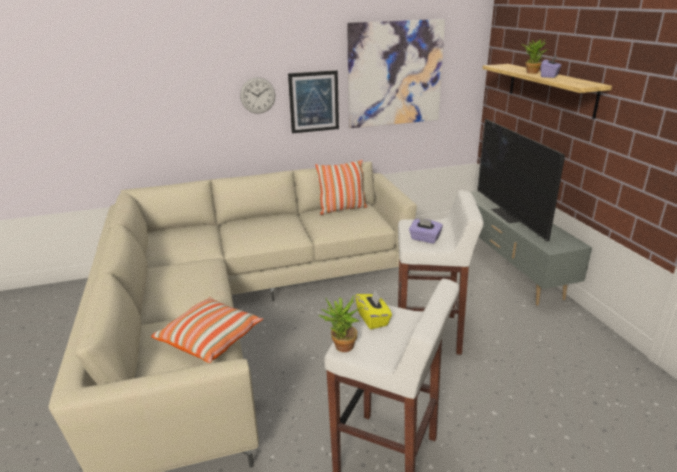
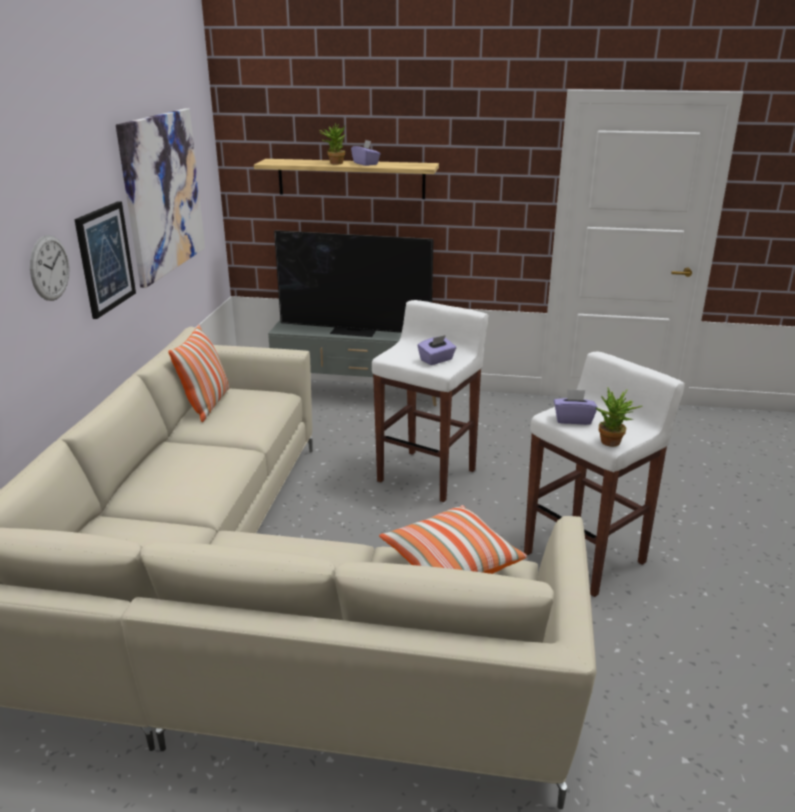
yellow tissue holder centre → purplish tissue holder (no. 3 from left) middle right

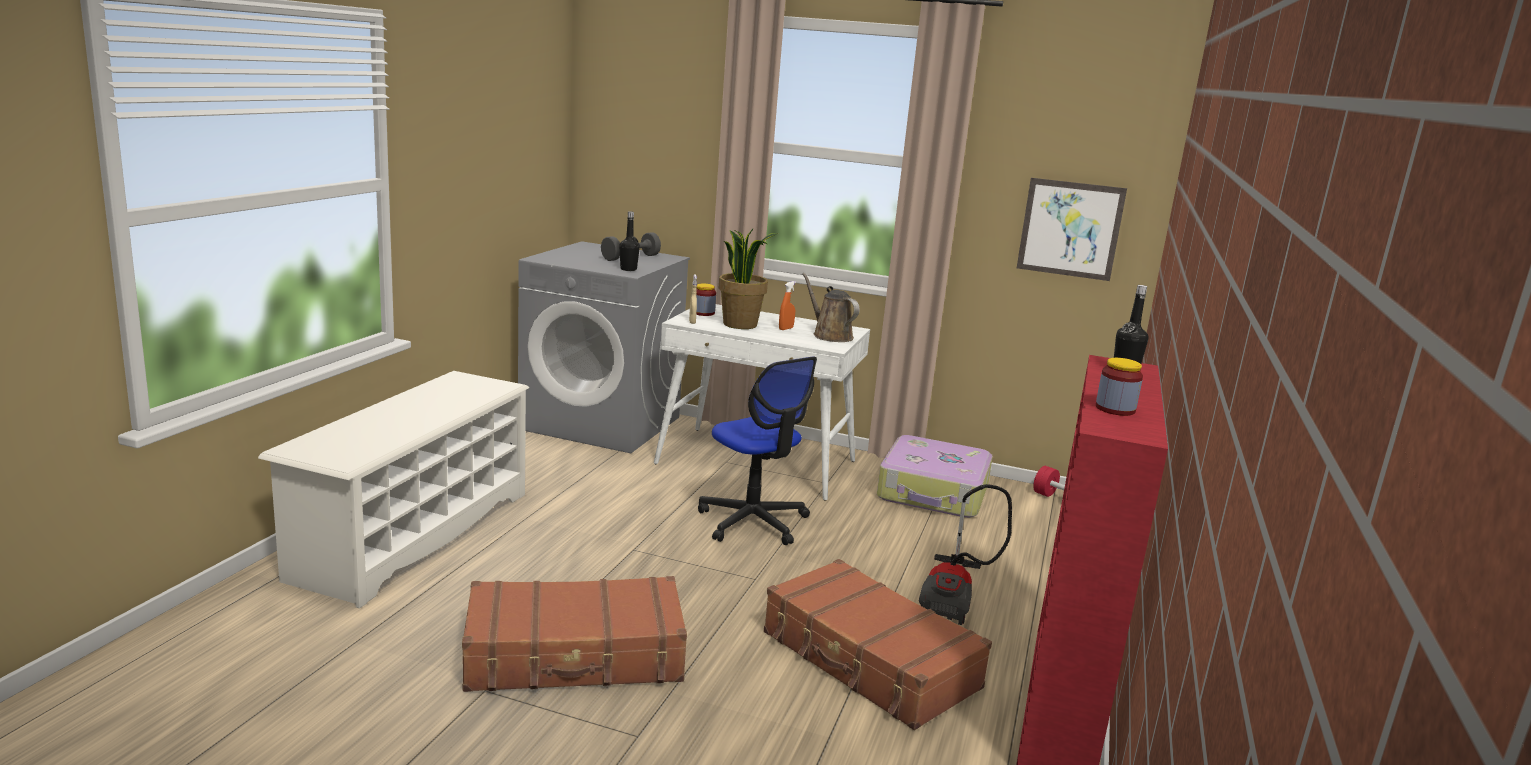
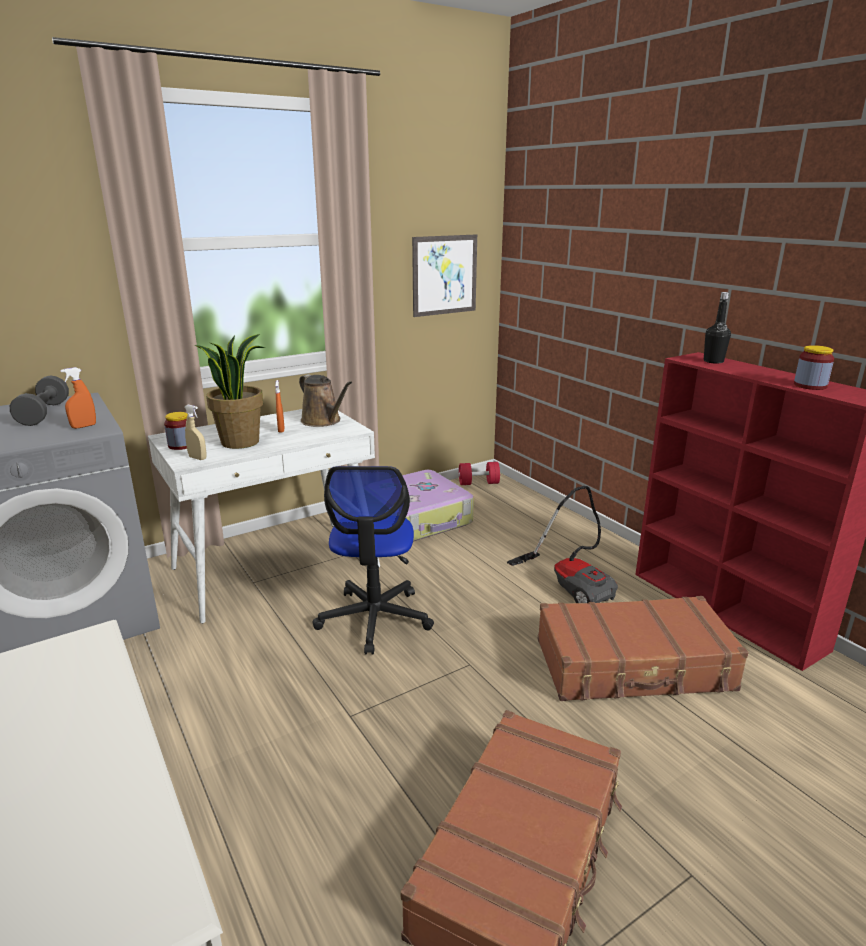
black-coloured bottle (no. 1 from left) top centre → orange sprayer (no. 1 from left) middle left
computer chair centre, 90 degrees clockwise
brown sprinkling can centre, 135 degrees counterclockwise

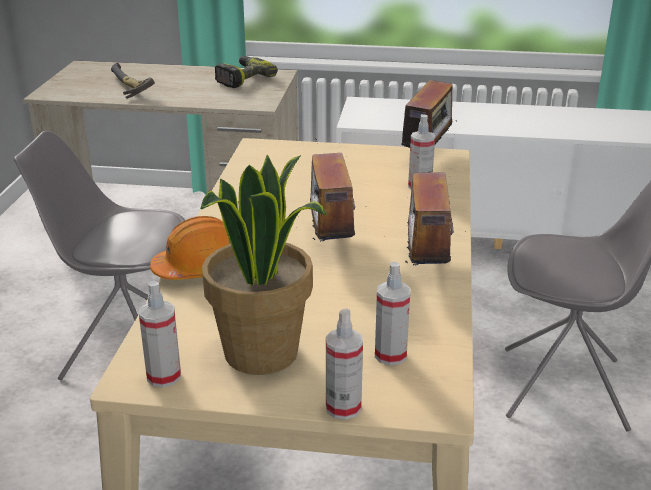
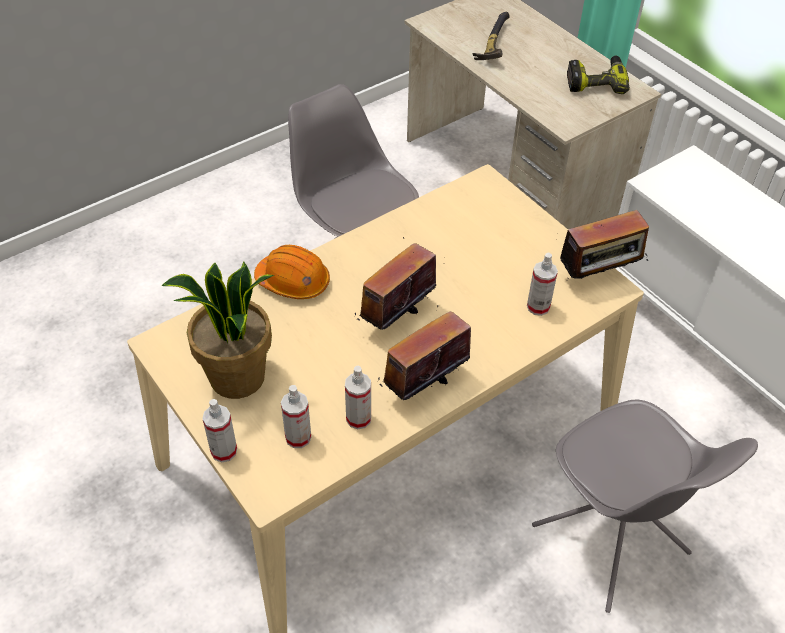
sprayer (no. 1 from left in the first image) bottom left → sprayer (no. 3 from left) centre, shifted

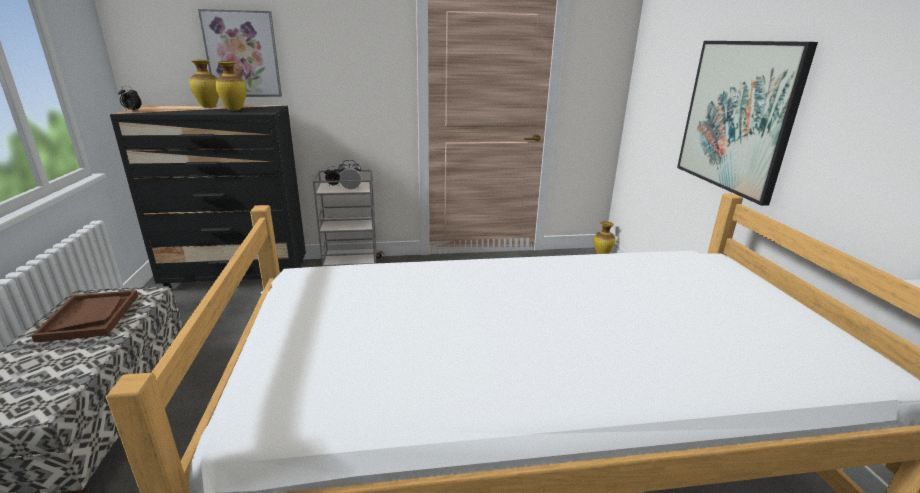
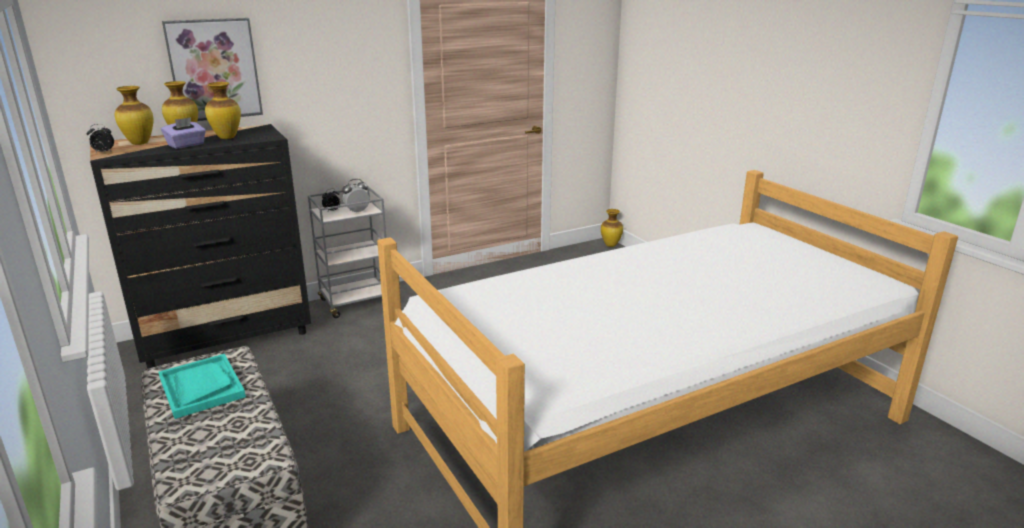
brown tray middle left → blue-green tray bottom left
picture (no. 2 from left) top right → -
- → flower vase (no. 1 from left) top left
- → purplish tissue holder top left

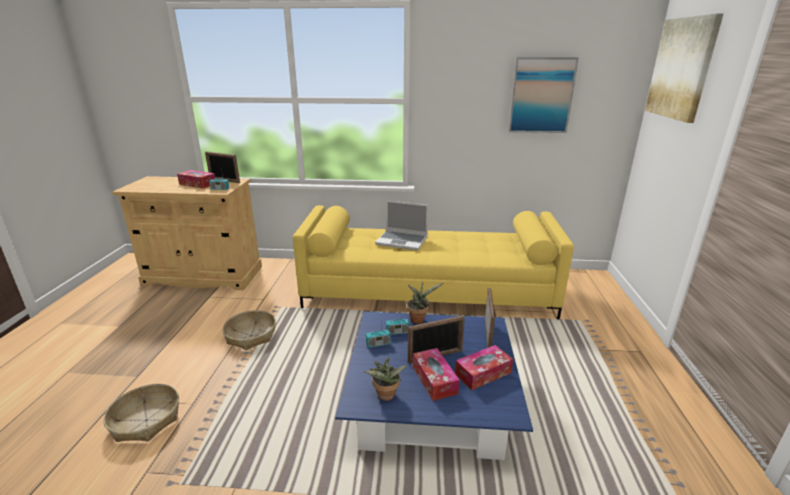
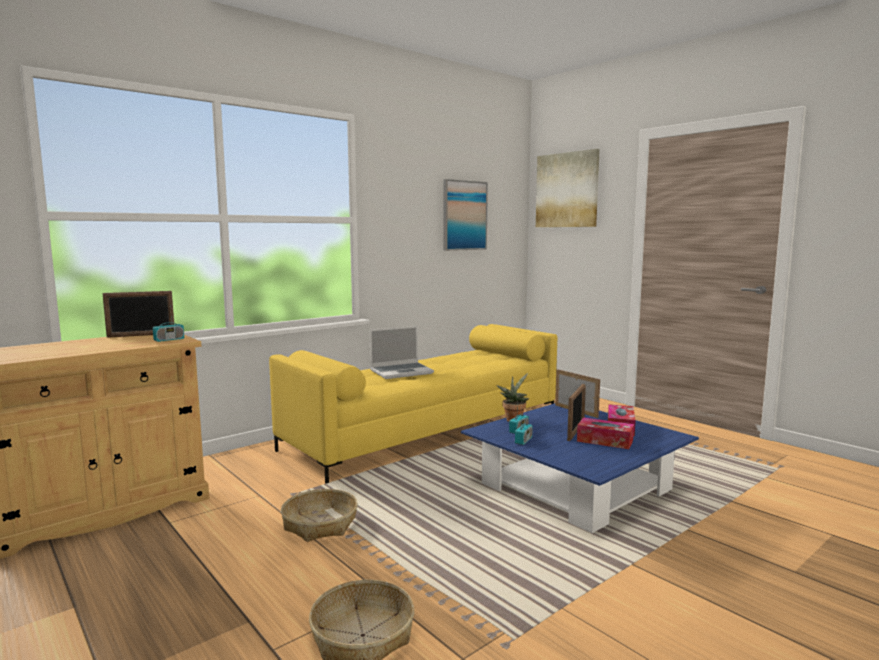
tissue holder (no. 1 from left) middle left → -
potted plant (no. 1 from left) bottom centre → -

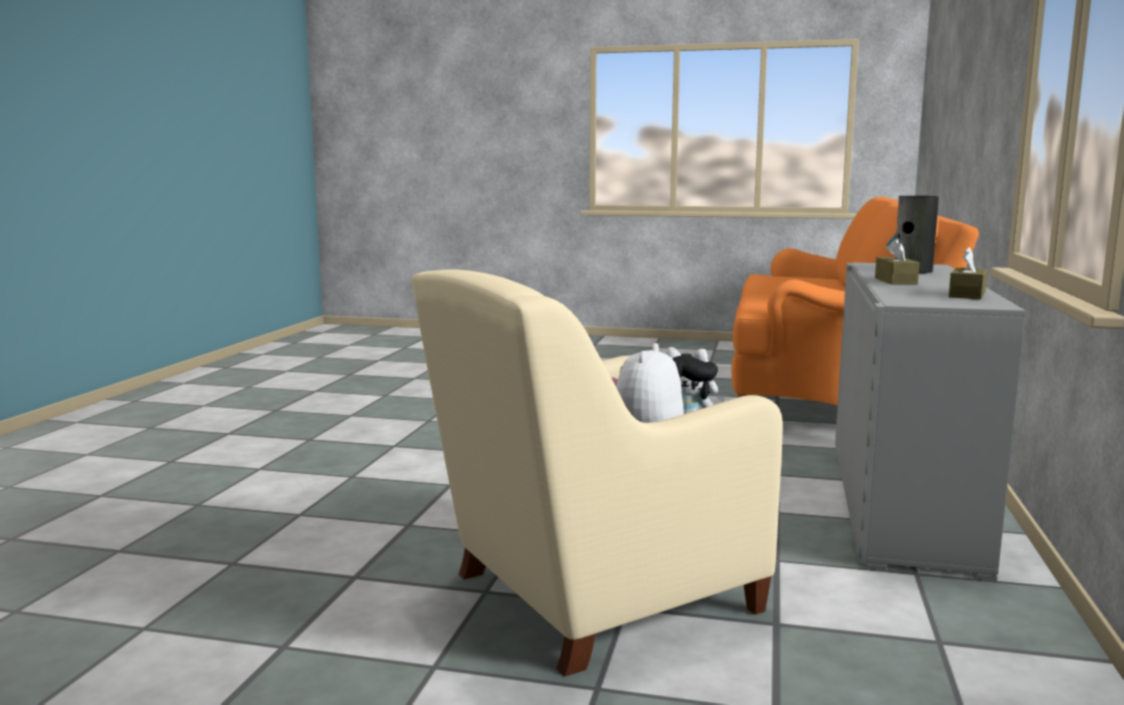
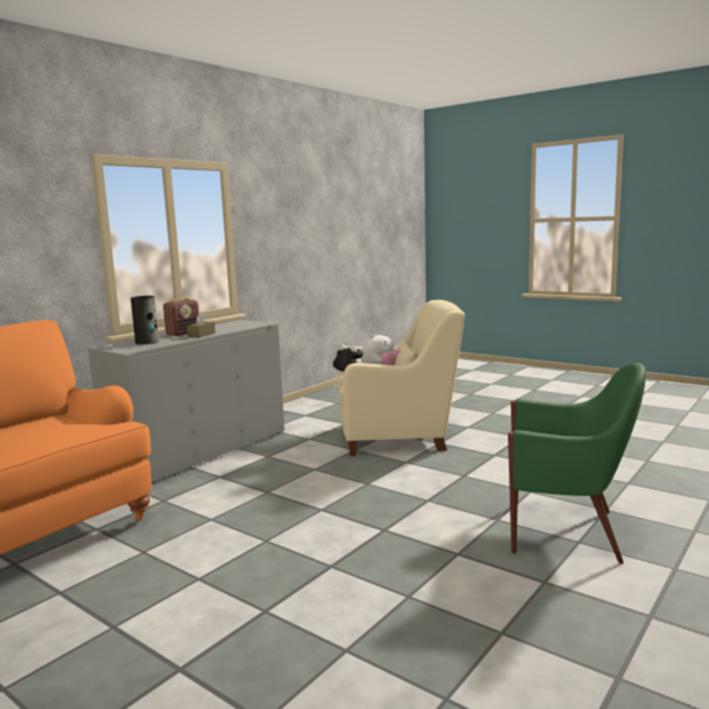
brown tissue holder (no. 2 from left) middle right → -
- → radio receiver middle left
- → greenish easy chair middle right

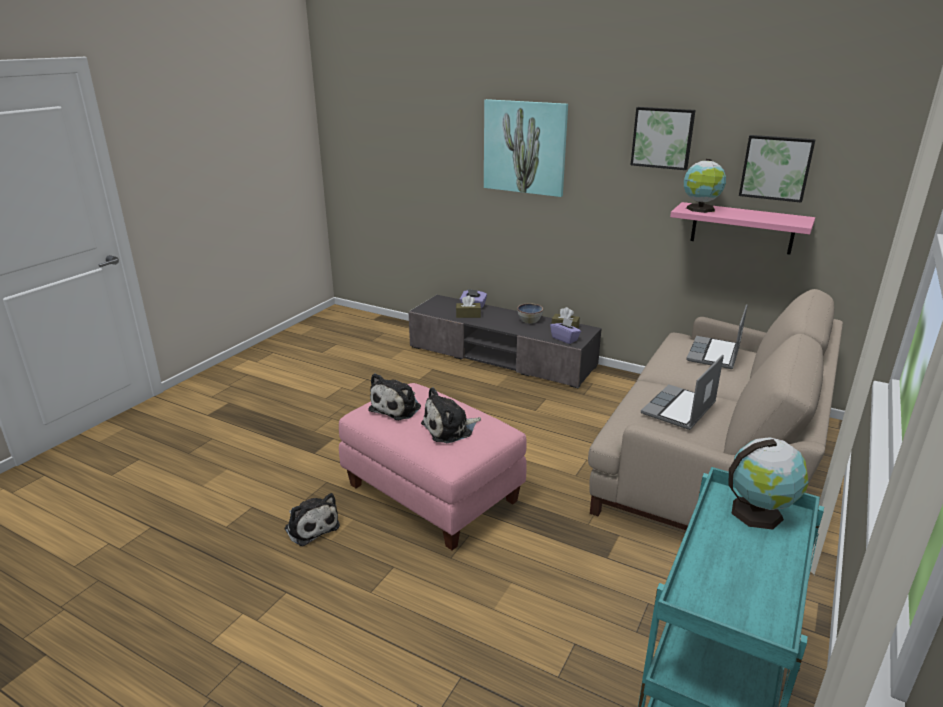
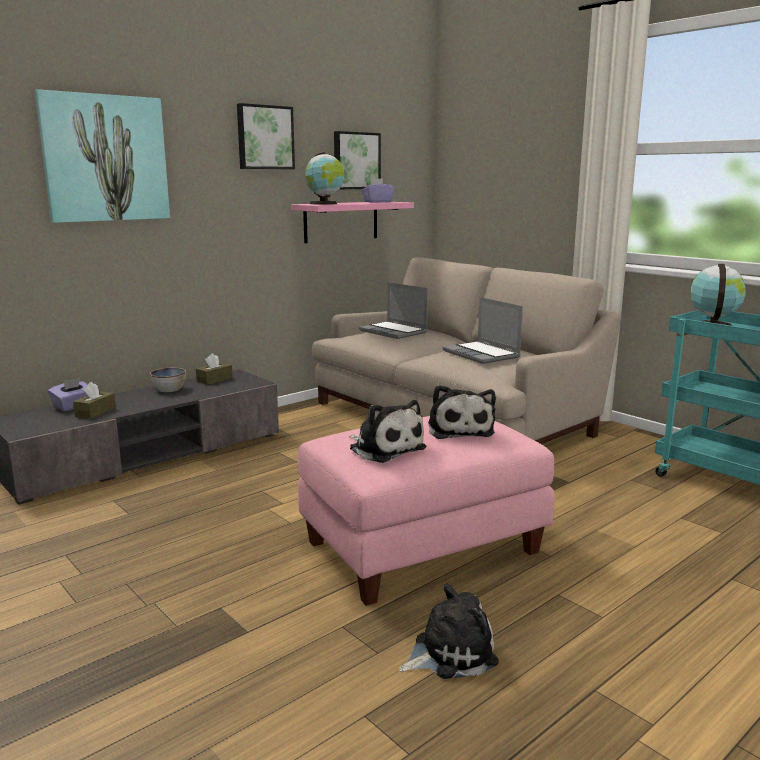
purplish tissue holder (no. 2 from left) centre → purplish tissue holder (no. 2 from left) top centre, shifted

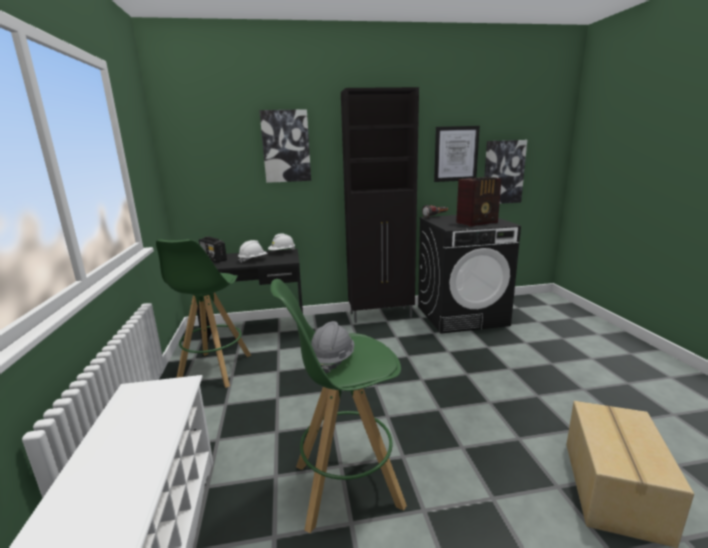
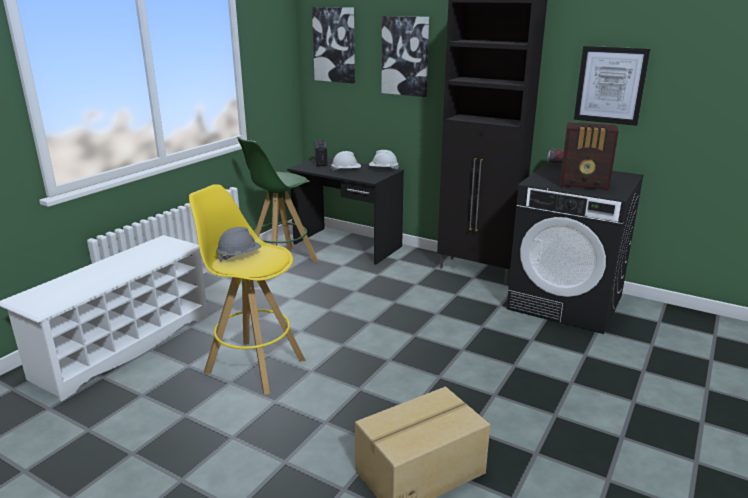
greenish stool (no. 2 from left) bottom centre → yellow stool middle left
picture (no. 3 from left in the first image) top right → picture (no. 1 from left) top centre, shifted

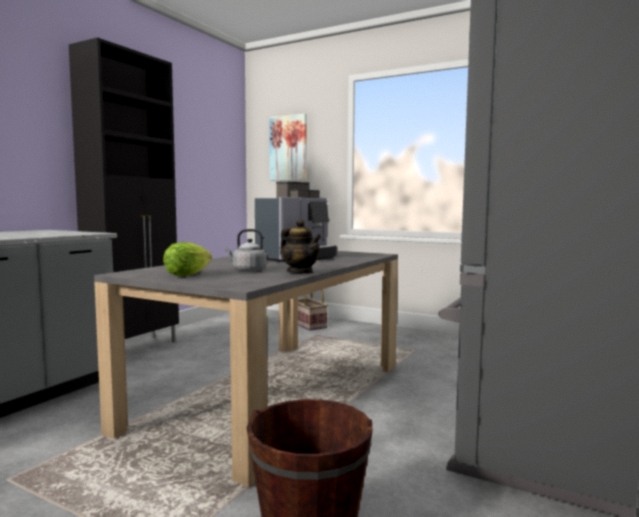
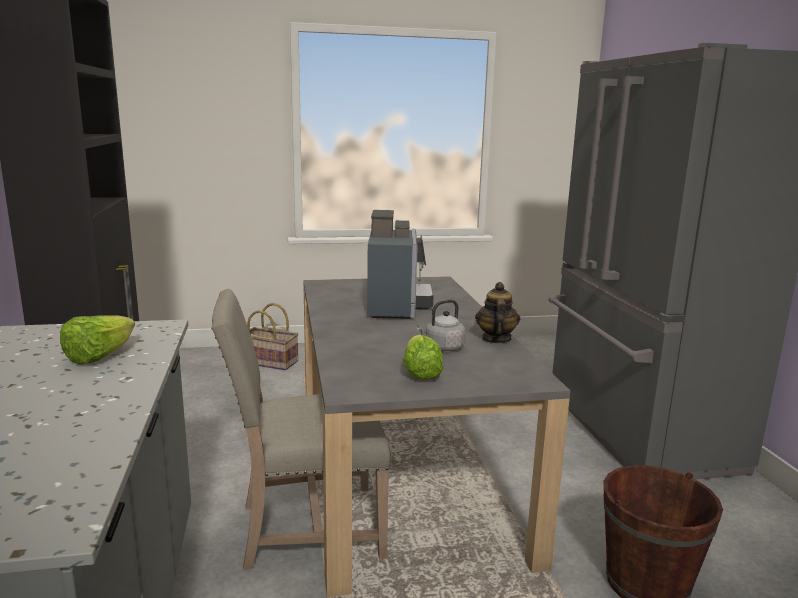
picture top centre → -
teapot centre, 90 degrees counterclockwise
- → head of lettuce (no. 1 from left) middle left
- → beige upright chair bottom centre

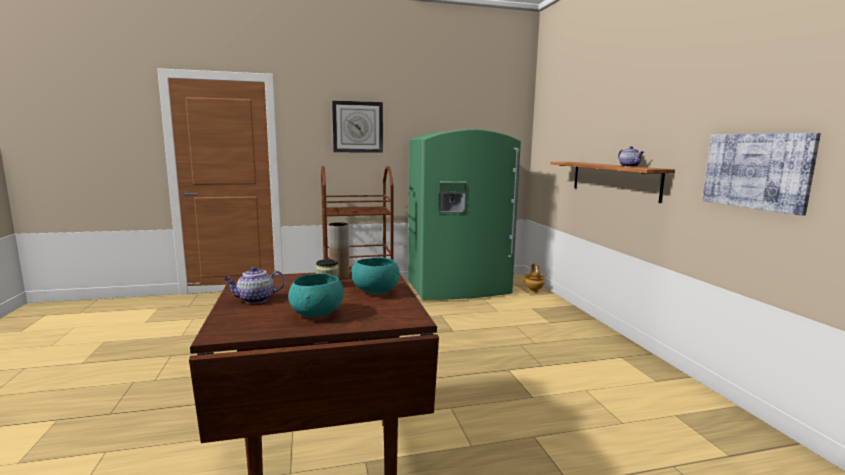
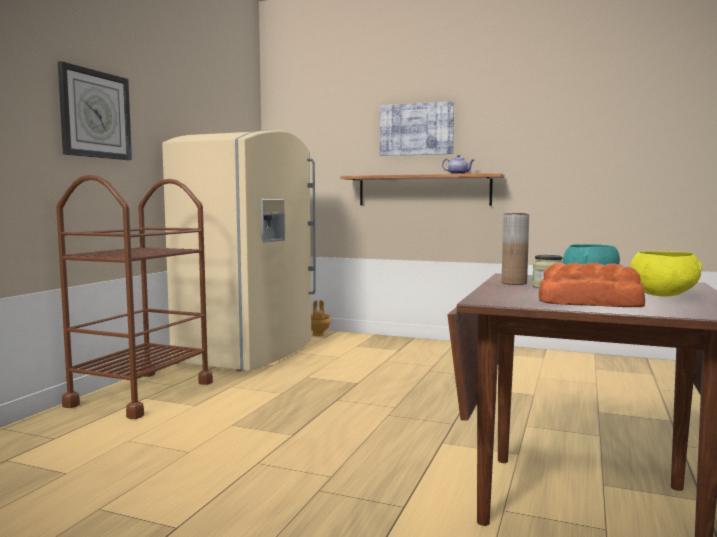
teapot (no. 1 from left) middle left → bakery bread middle right
blue-green bowl (no. 1 from left) centre → yellow bowl middle right
greenish fridge centre → beige fridge centre
picture middle right → picture top centre, shifted

